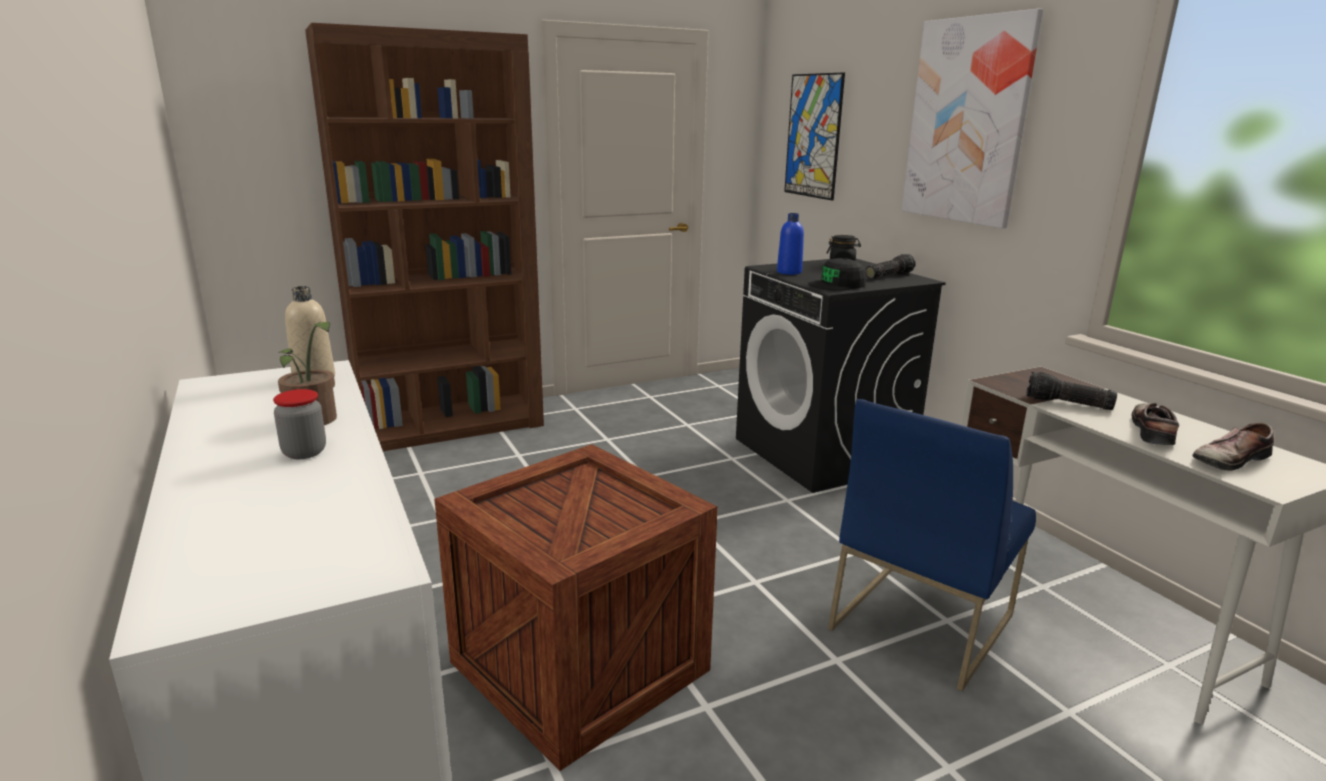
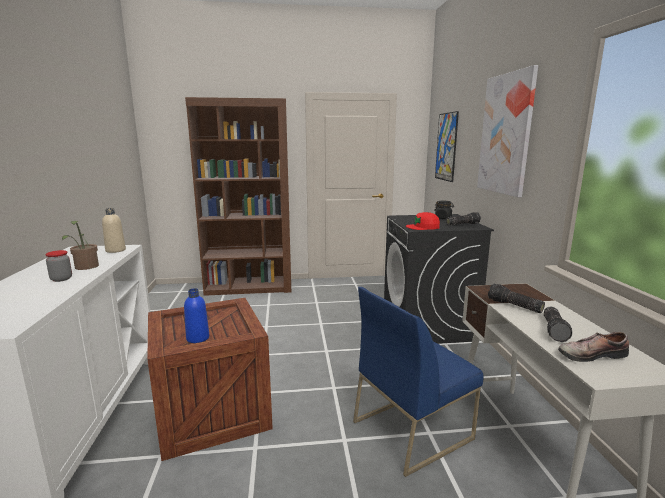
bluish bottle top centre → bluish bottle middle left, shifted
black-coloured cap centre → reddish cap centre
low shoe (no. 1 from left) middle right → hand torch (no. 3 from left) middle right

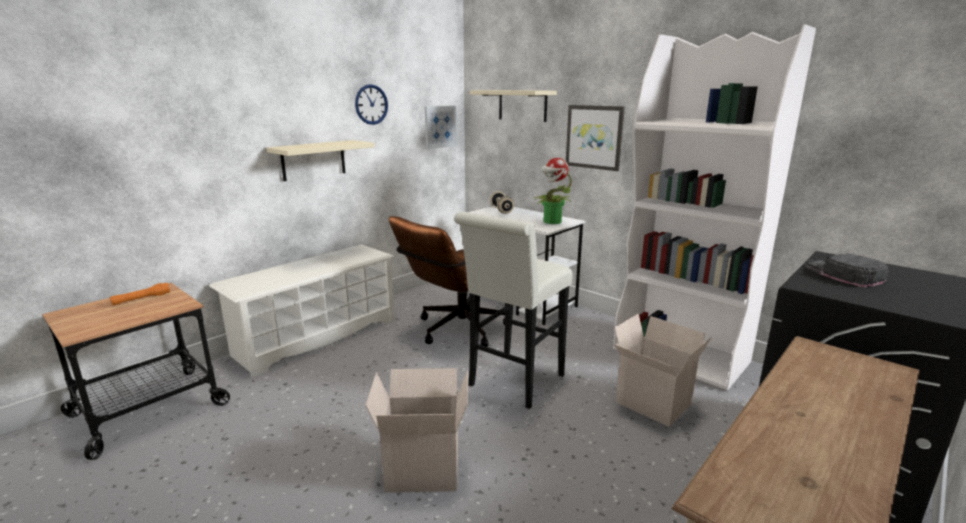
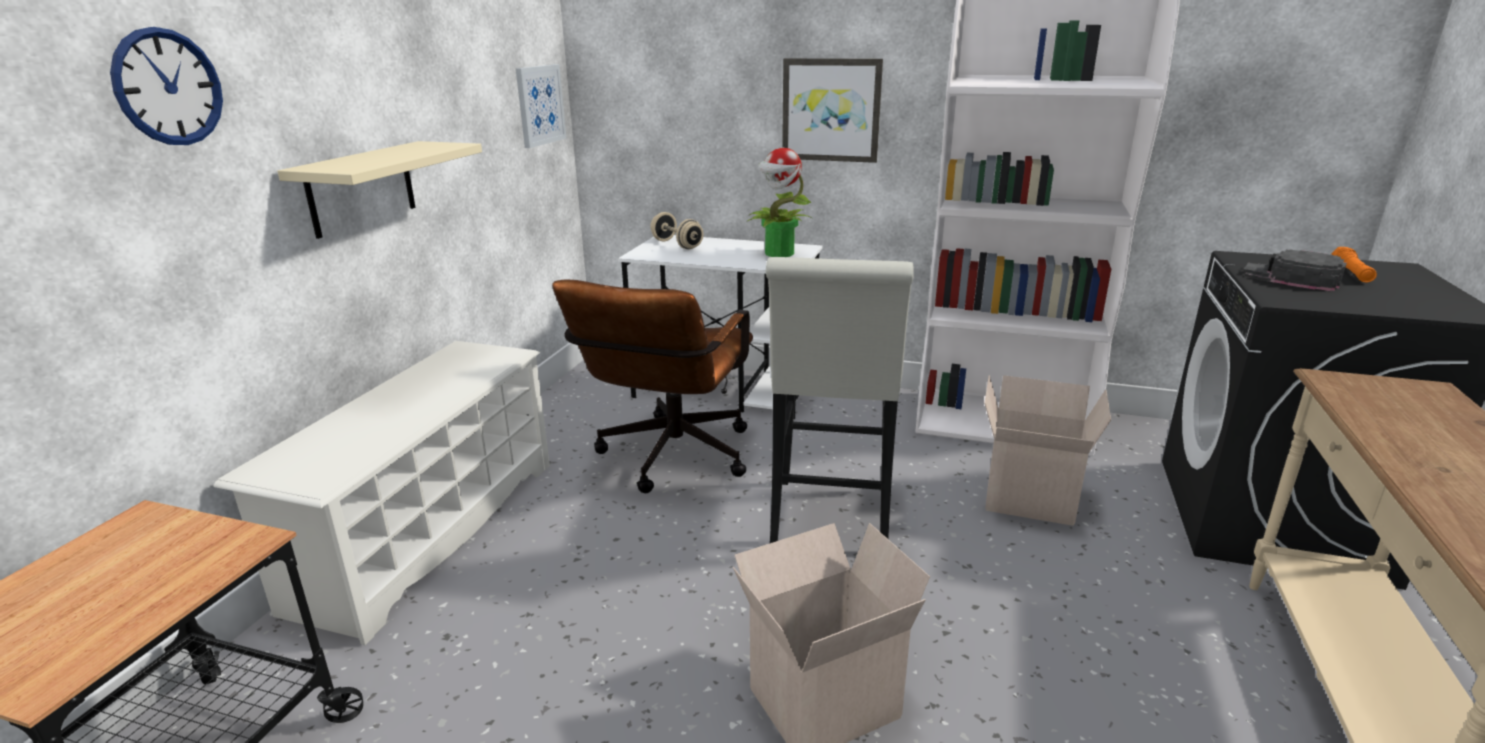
orange hand torch middle left → orange hand torch middle right, shifted
clock on the wall top centre → clock on the wall top left, shifted
beige bracket shelf (no. 2 from left) top centre → -

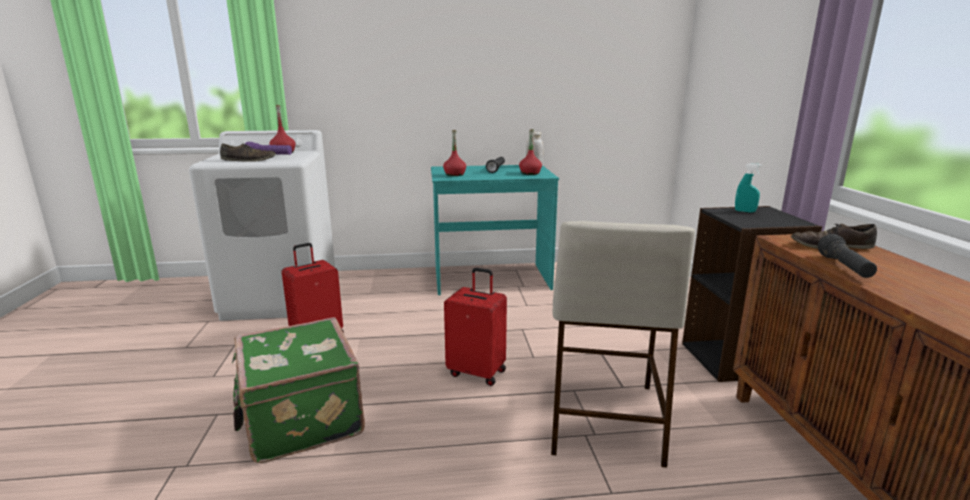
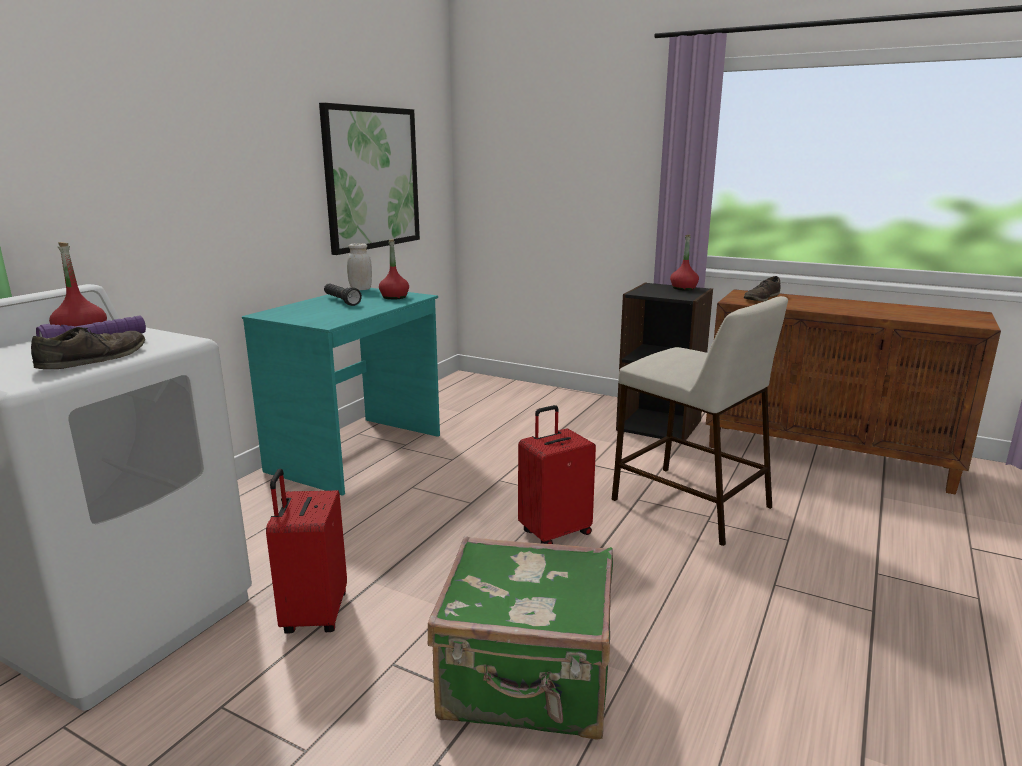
reddish bottle (no. 2 from left in the first image) top centre → reddish bottle (no. 3 from left) middle right, shifted
blue-green sprayer middle right → -
black-coloured hand torch (no. 2 from left) middle right → -
- → picture top centre

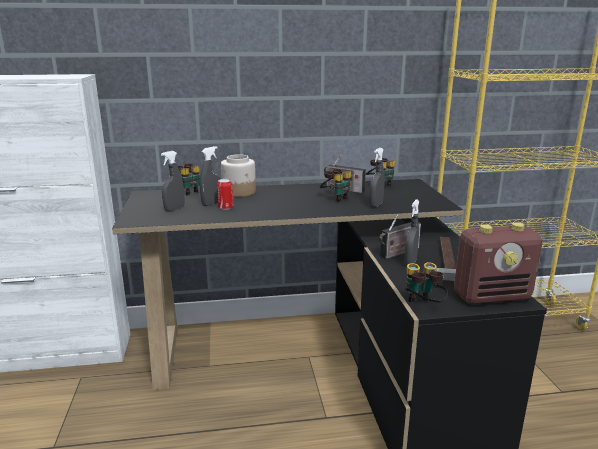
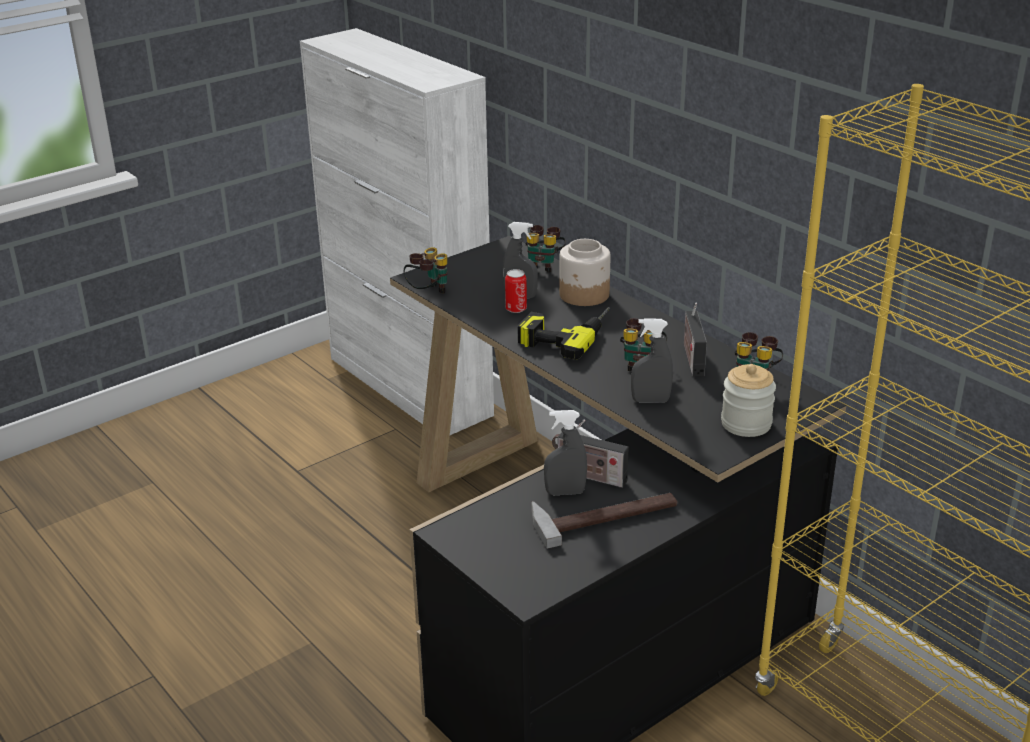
greyish sprayer (no. 1 from left) middle left → -
binoculars (no. 4 from left in the first image) middle right → binoculars (no. 1 from left) centre, shifted
radio receiver (no. 3 from left) middle right → -
- → power drill centre
- → jar (no. 2 from left) middle right

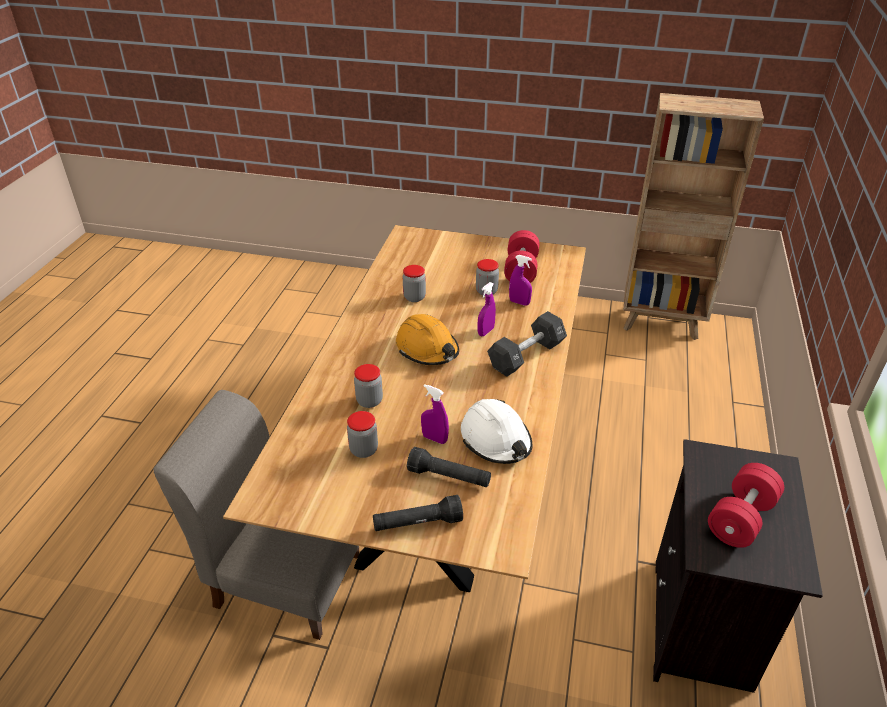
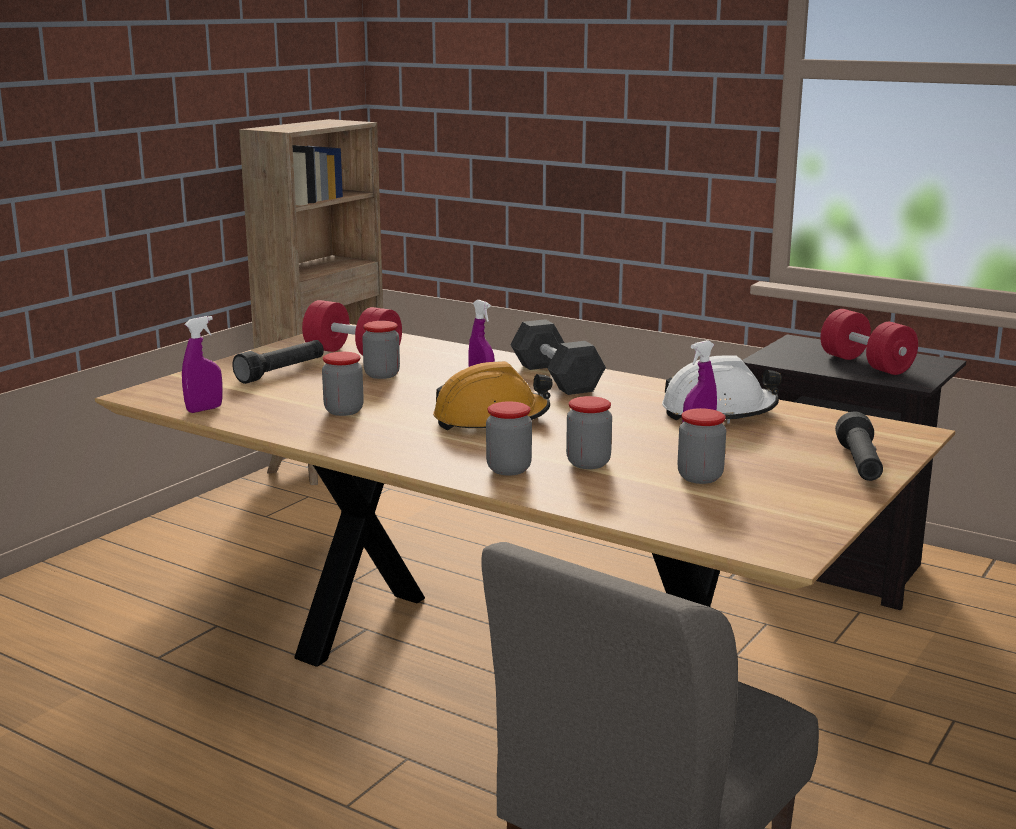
black-coloured hand torch (no. 2 from left in the first image) centre → black-coloured hand torch (no. 1 from left) middle left, shifted
purplish sprayer (no. 3 from left in the first image) centre → purplish sprayer (no. 1 from left) middle left, shifted
- → jar (no. 3 from left) centre

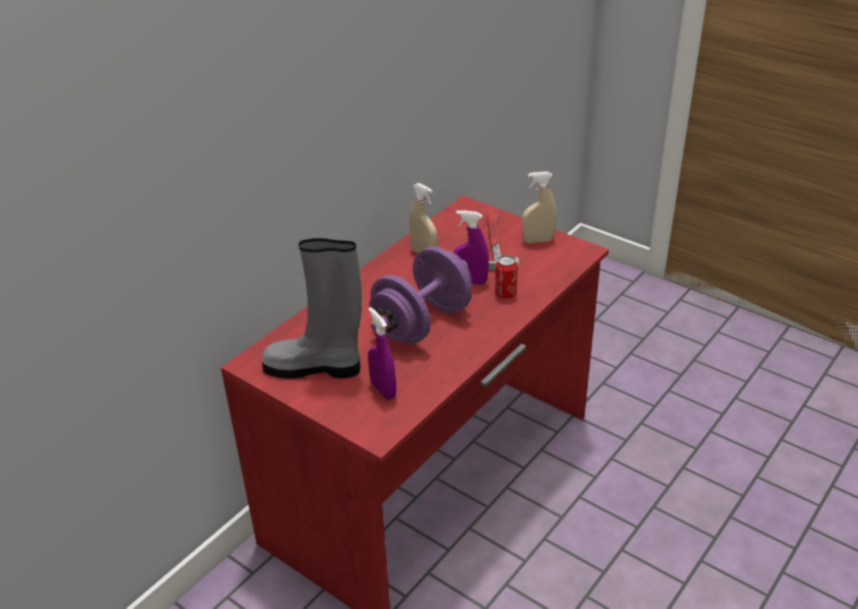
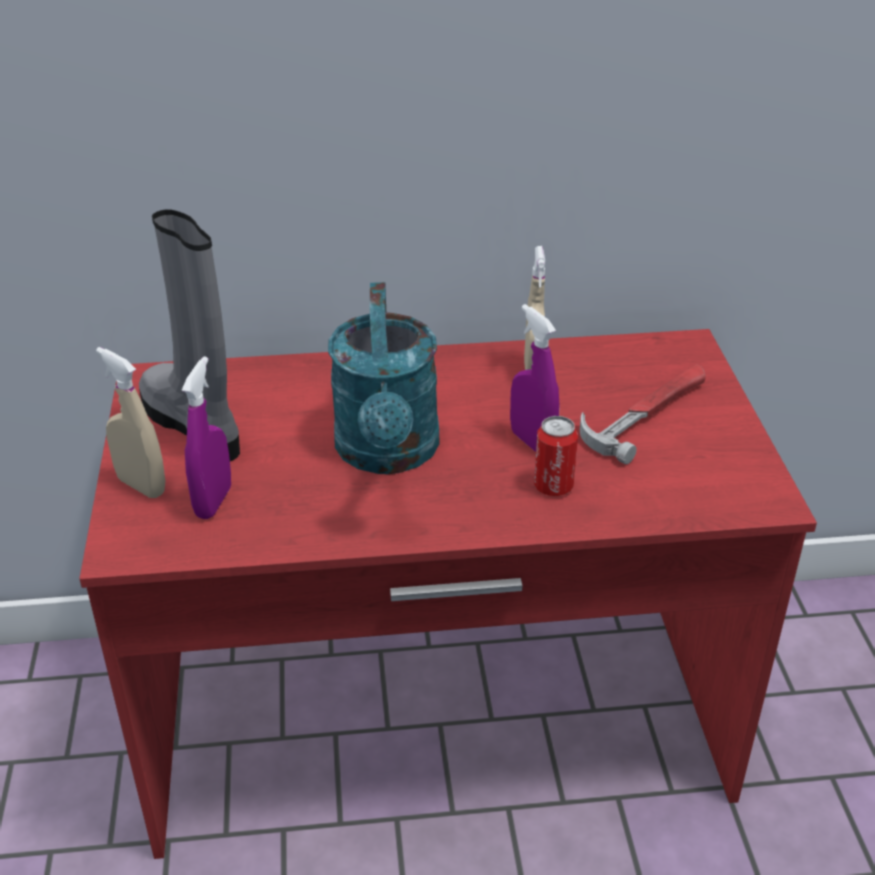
purplish free weight centre → blue-green sprinkling can centre
beige sprayer (no. 2 from left in the first image) centre → beige sprayer (no. 1 from left) middle left, shifted

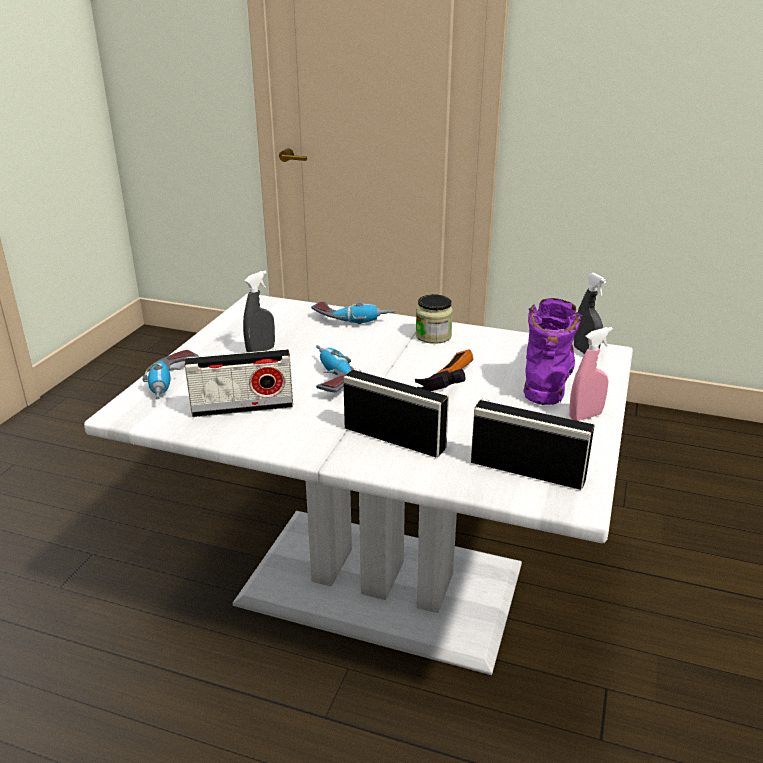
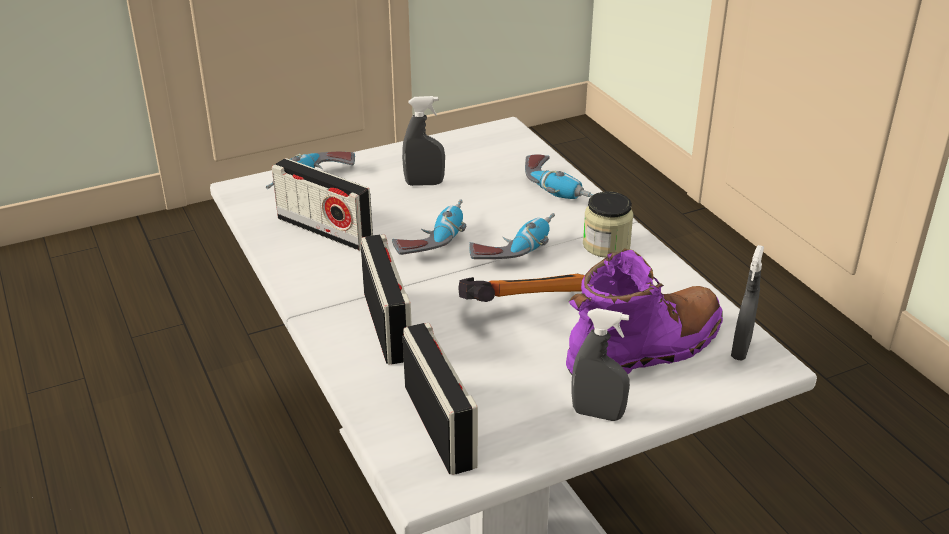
pink-coloured sprayer middle right → greyish sprayer (no. 2 from left) bottom centre
- → power drill (no. 3 from left) centre

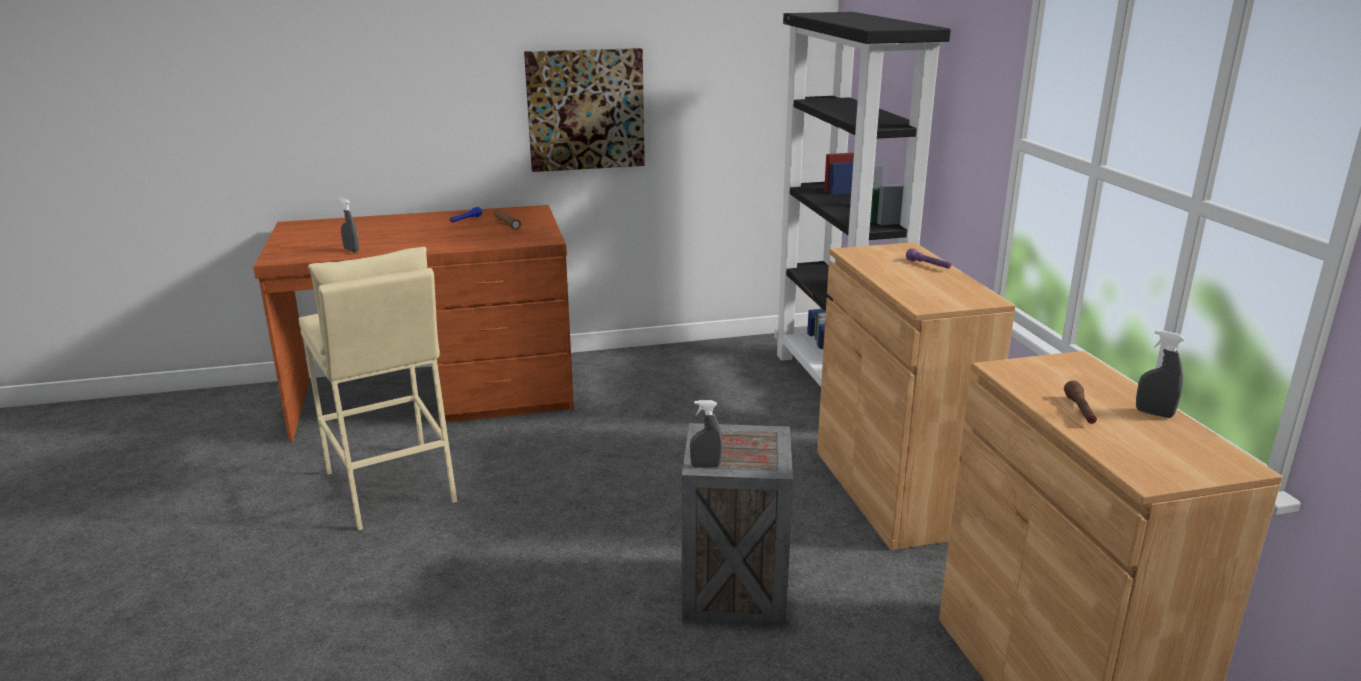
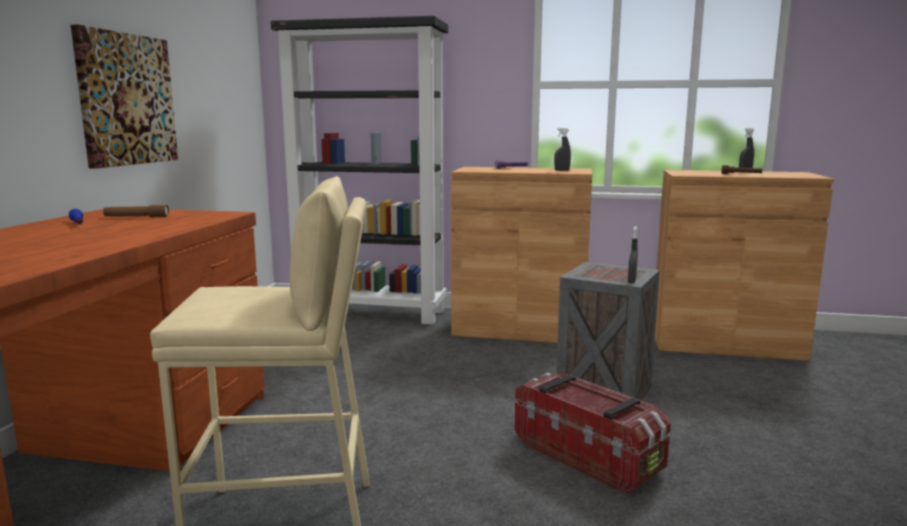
greyish sprayer (no. 1 from left) top left → greyish sprayer (no. 1 from left) top centre, shifted
- → storage container bottom centre

